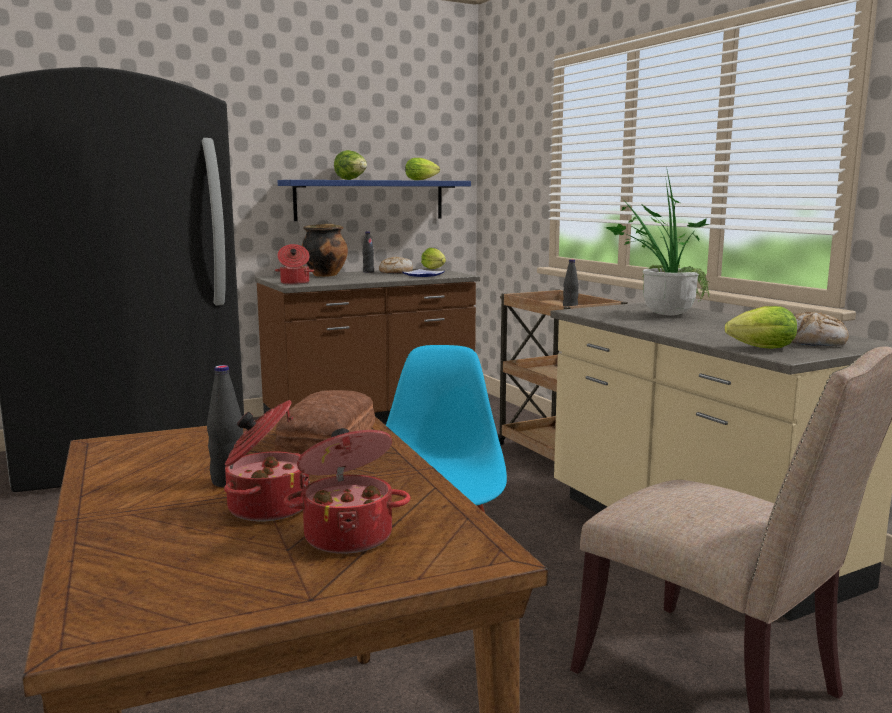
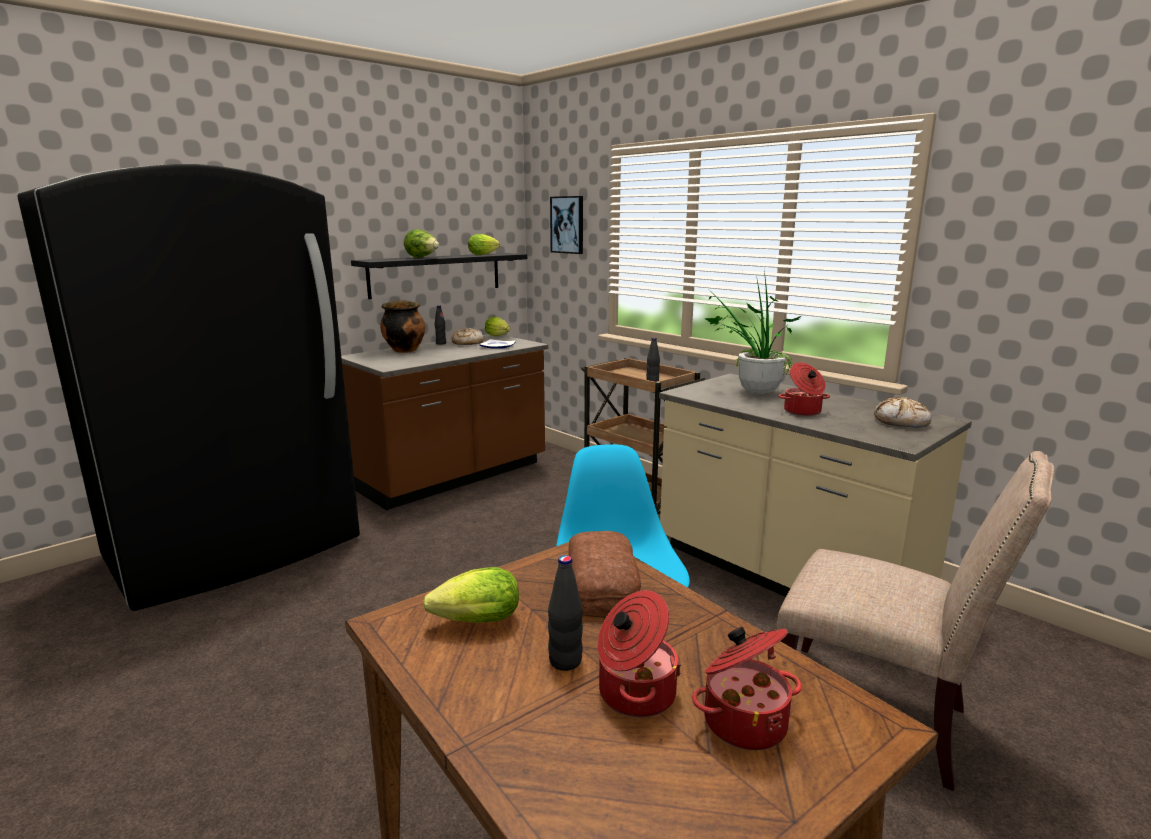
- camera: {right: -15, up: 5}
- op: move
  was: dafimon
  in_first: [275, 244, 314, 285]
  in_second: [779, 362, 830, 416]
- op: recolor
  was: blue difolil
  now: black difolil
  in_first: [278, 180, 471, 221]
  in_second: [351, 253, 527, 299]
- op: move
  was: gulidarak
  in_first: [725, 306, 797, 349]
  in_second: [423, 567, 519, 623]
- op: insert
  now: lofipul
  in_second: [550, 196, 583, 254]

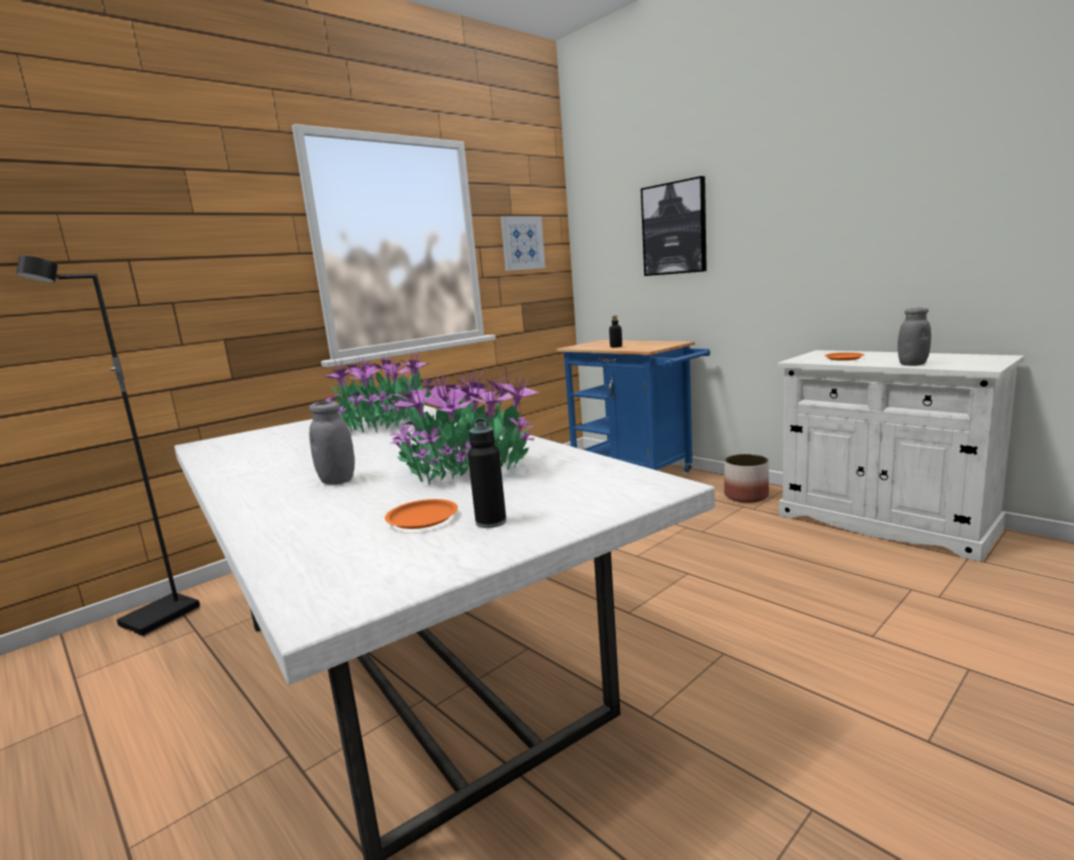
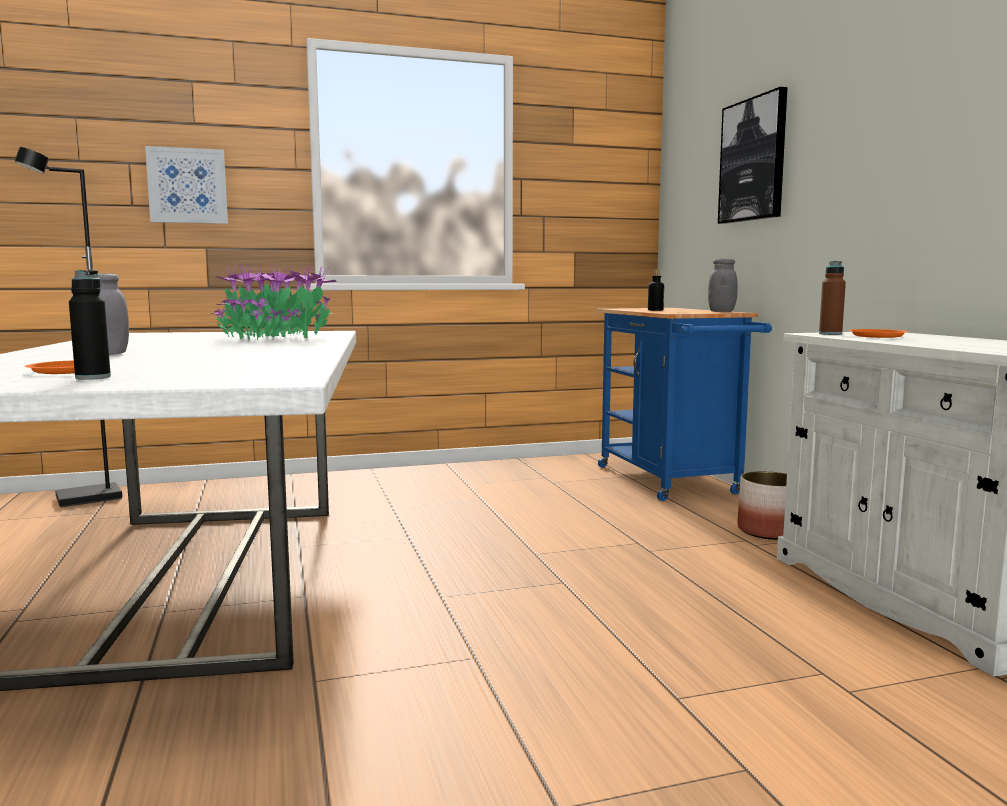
- camera: {right: 25, up: -5}
- op: delete
  was: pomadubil
  in_first: [390, 370, 539, 484]
- op: move
  was: lofipul
  in_first: [500, 216, 545, 271]
  in_second: [145, 146, 228, 224]
- op: move
  was: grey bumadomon
  in_first: [898, 308, 931, 366]
  in_second: [708, 259, 738, 312]
- op: insert
  now: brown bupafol
  in_second: [819, 261, 846, 335]

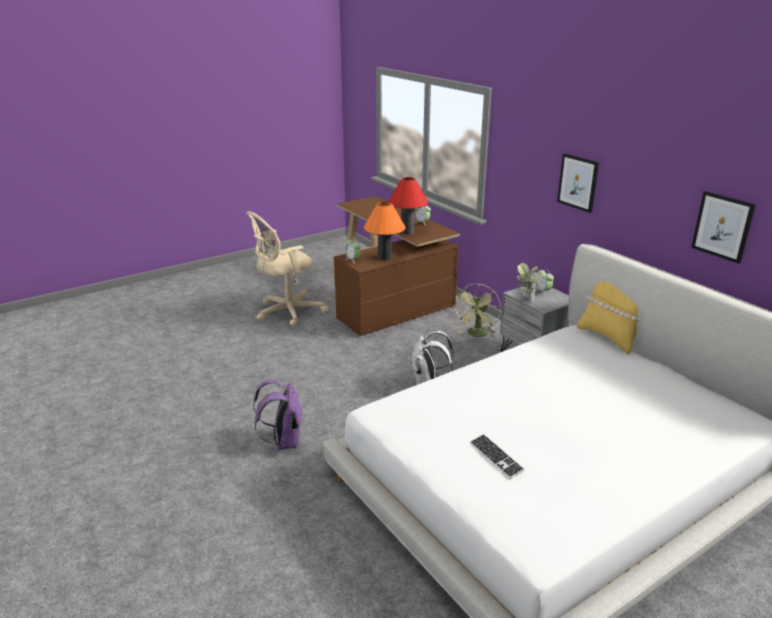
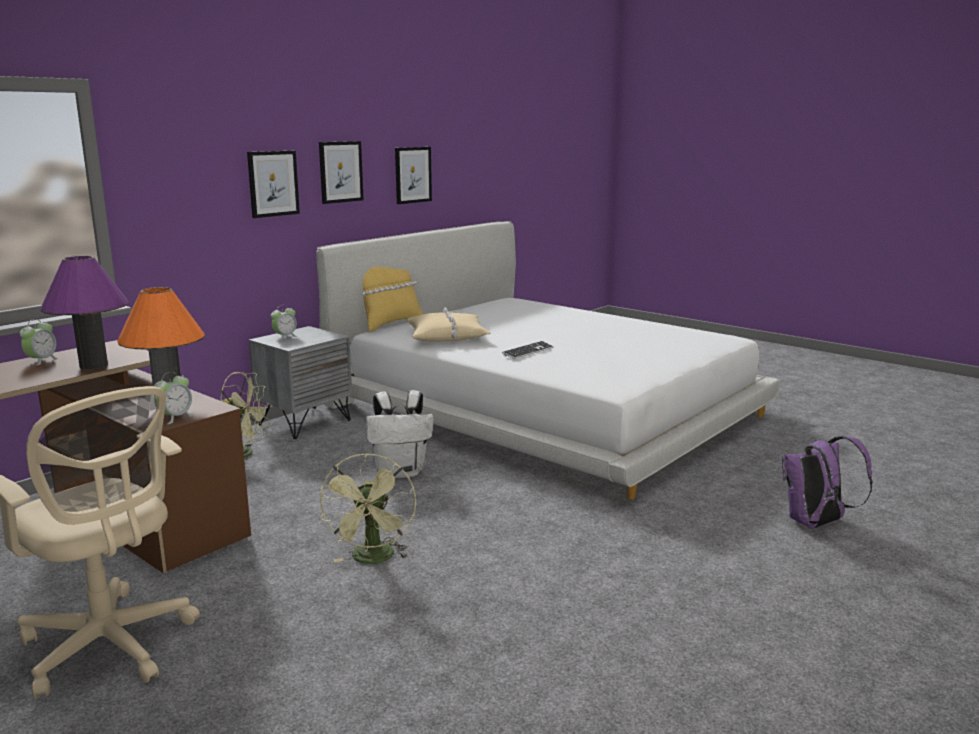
- camera: {right: -105, up: -10}
- op: move
  was: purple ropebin
  in_first: [253, 380, 303, 450]
  in_second: [782, 435, 873, 529]
- op: recolor
  was: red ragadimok
  now: purple ragadimok
  in_first: [388, 177, 428, 234]
  in_second: [40, 256, 129, 369]
- op: move
  was: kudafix
  in_first: [470, 434, 525, 479]
  in_second: [502, 341, 554, 359]
- op: delete
  was: pomadubil
  in_first: [517, 263, 541, 301]
- op: insert
  now: lofipul
  in_second: [319, 141, 364, 204]
- op: insert
  now: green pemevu
  in_second: [319, 453, 416, 564]
- op: insert
  now: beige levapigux
  in_second: [406, 307, 491, 342]

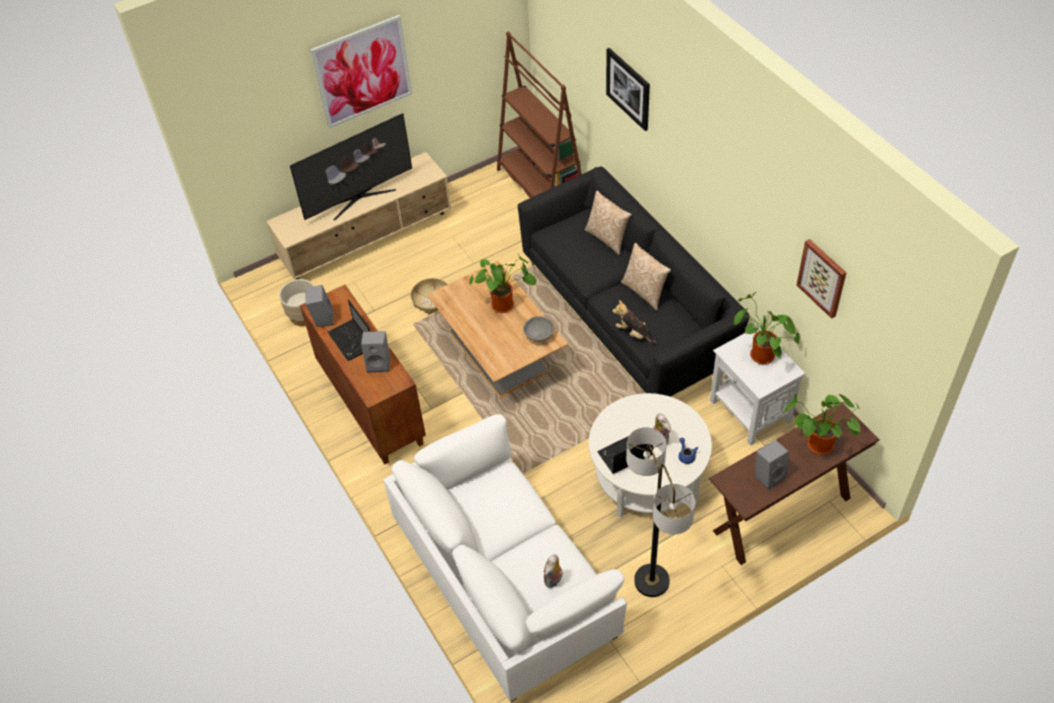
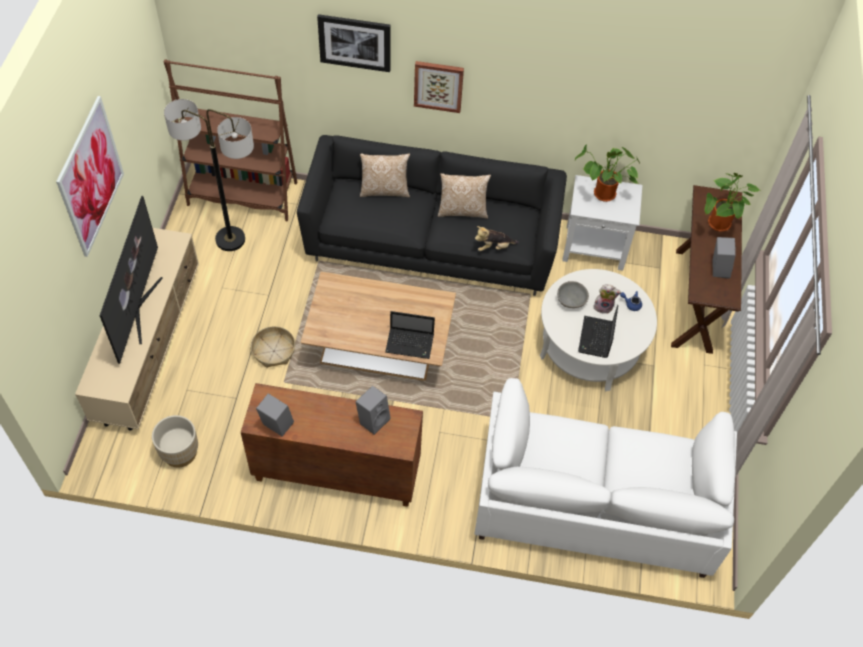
- camera: {right: -55, up: 5}
- op: move
  was: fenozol
  in_first: [328, 300, 370, 361]
  in_second: [385, 311, 435, 359]
- op: delete
  was: pomadubil
  in_first: [469, 254, 536, 313]
- op: move
  was: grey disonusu
  in_first: [523, 316, 554, 342]
  in_second: [557, 281, 589, 308]
- op: delete
  was: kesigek
  in_first: [544, 554, 563, 588]
- op: move
  was: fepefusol
  in_first: [626, 427, 695, 597]
  in_second: [164, 99, 254, 251]
- op: move
  was: lofipul
  in_first: [797, 239, 846, 319]
  in_second: [414, 61, 464, 113]

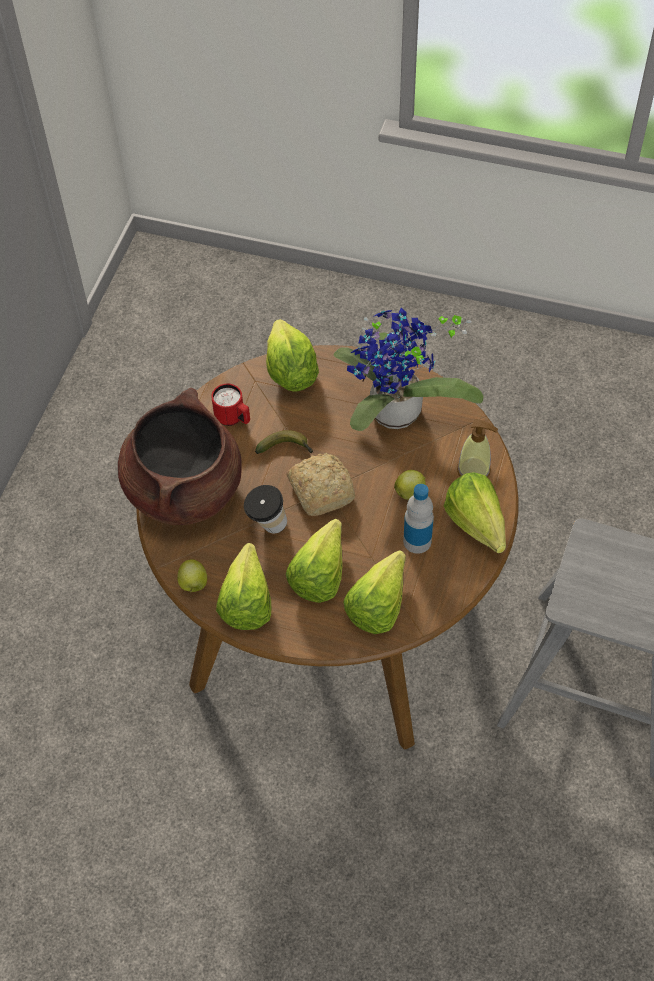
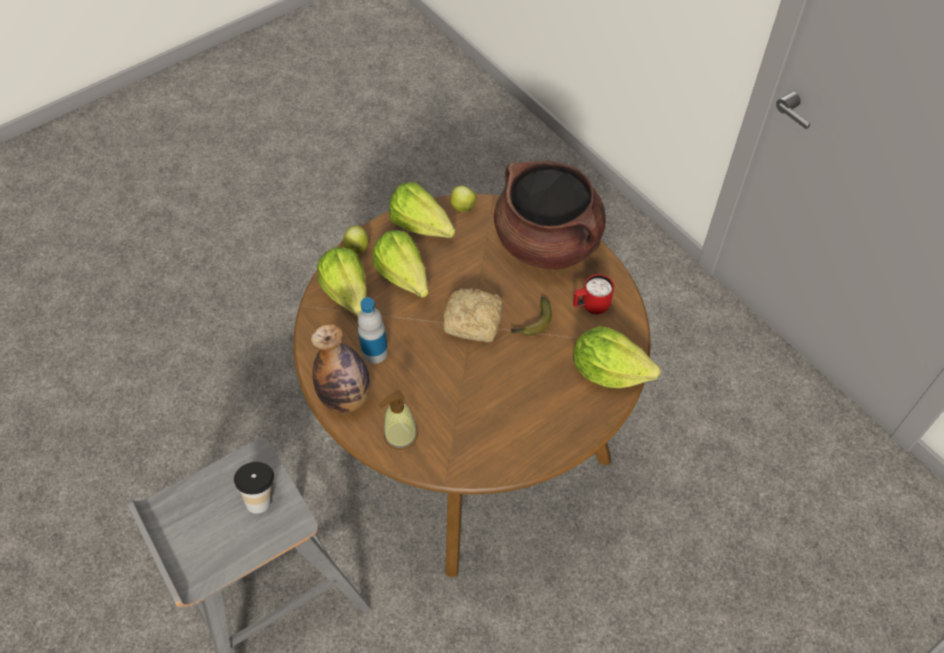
- camera: {right: 125, up: 0}
- op: move
  was: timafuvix
  in_first: [244, 485, 287, 534]
  in_second: [234, 462, 274, 514]
- op: delete
  was: pomadubil
  in_first: [334, 308, 484, 431]
- op: move
  was: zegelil
  in_first: [394, 470, 426, 499]
  in_second: [343, 226, 369, 253]
- op: replace
  was: gulidarak
  now: bupafol
  in_first: [444, 472, 506, 553]
  in_second: [311, 324, 370, 413]

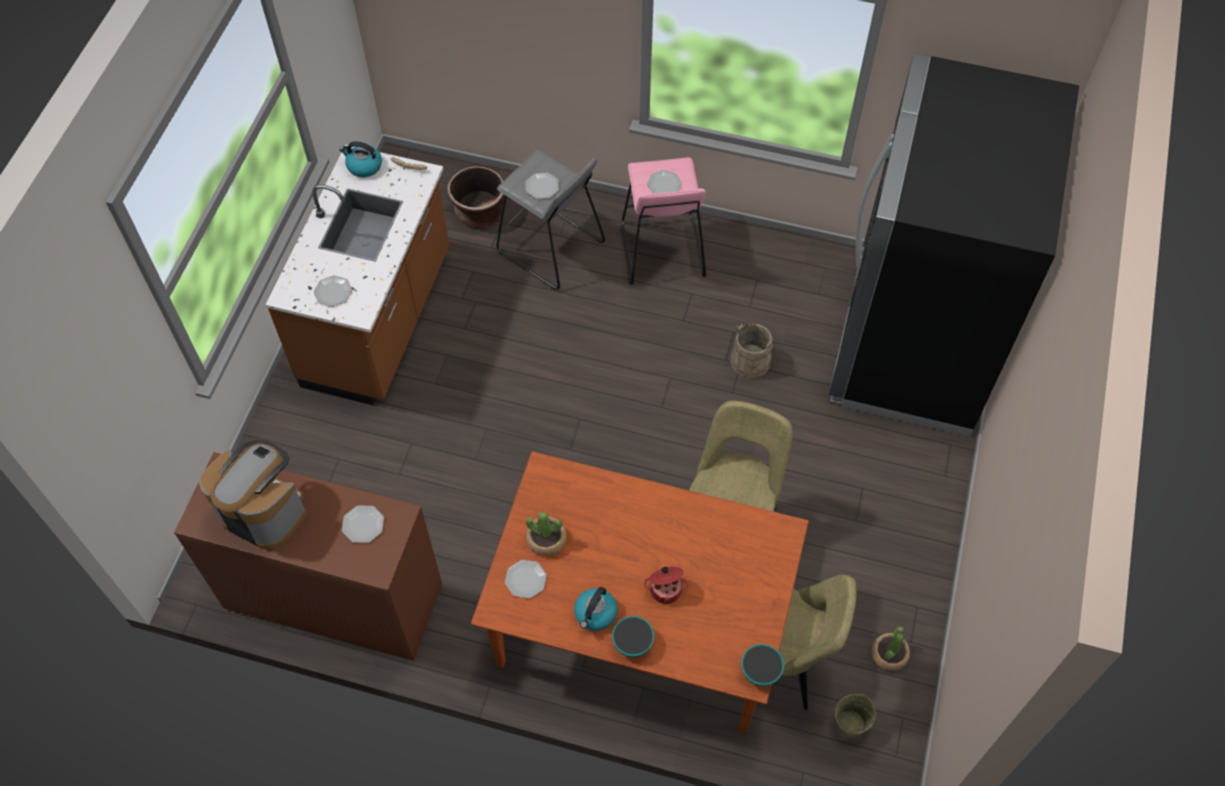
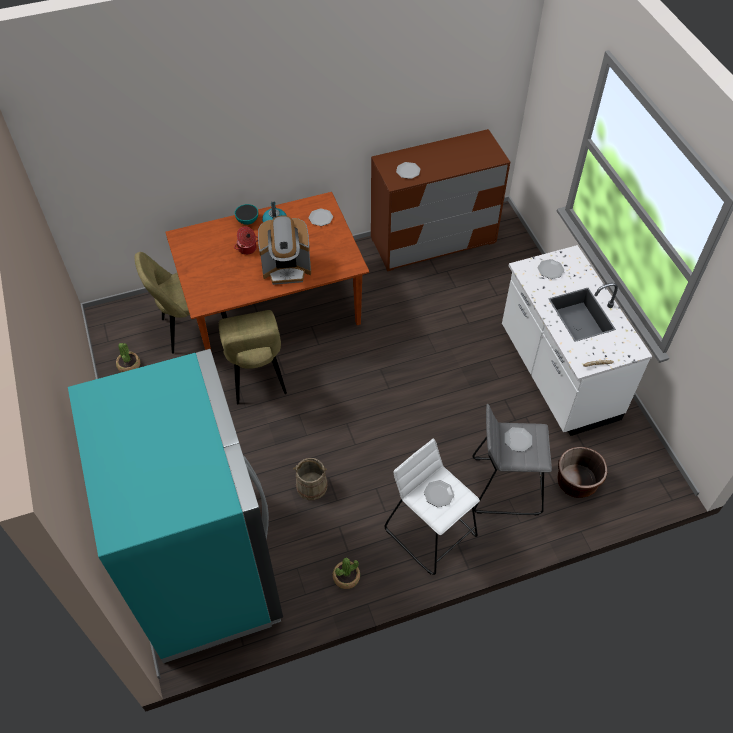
- camera: {right: 145, up: -5}
- op: move
  was: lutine
  in_first: [199, 440, 307, 549]
  in_second: [258, 216, 311, 285]
- op: recolor
  was: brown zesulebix
  now: white zesulebix
  in_first: [265, 145, 450, 405]
  in_second: [502, 245, 652, 436]
- op: delete
  was: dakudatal
  in_first: [339, 141, 382, 177]
- op: move
  was: pomadubil
  in_first: [526, 512, 566, 556]
  in_second: [332, 558, 360, 589]
- op: recolor
  was: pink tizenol
  now: white tizenol
  in_first: [621, 157, 706, 285]
  in_second: [384, 439, 480, 575]
- op: delete
  was: disonusu
  in_first: [742, 644, 784, 686]
- op: recolor
  was: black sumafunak
  now: turquoise sumafunak
  in_first: [829, 53, 1079, 437]
  in_second: [68, 349, 283, 663]
- op: delete
  was: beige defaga
  in_first: [835, 694, 876, 737]

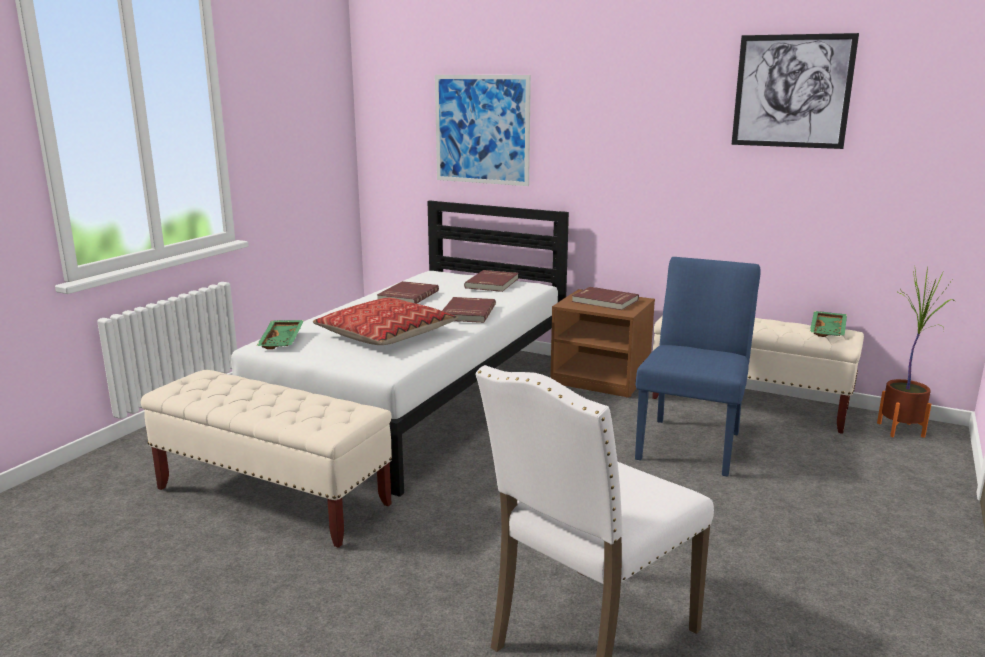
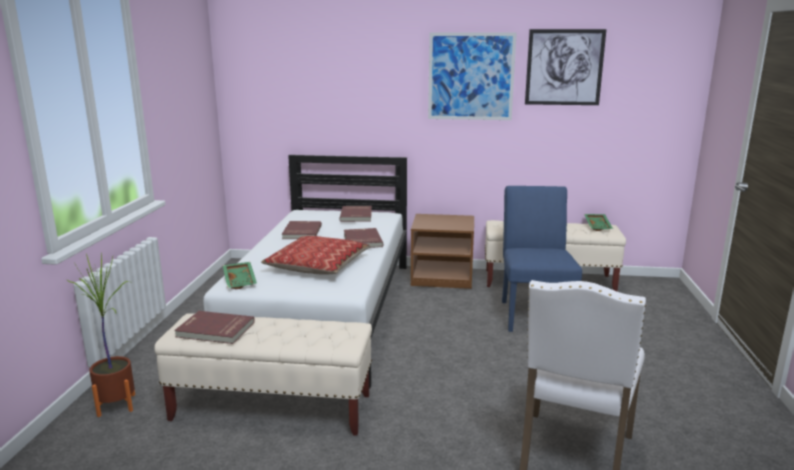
- camera: {right: -20, up: 0}
- op: move
  was: lofipul
  in_first: [435, 75, 531, 186]
  in_second: [428, 32, 517, 120]
- op: move
  was: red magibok
  in_first: [572, 287, 639, 310]
  in_second: [174, 311, 255, 344]
- op: move
  was: pomadubil
  in_first: [877, 267, 955, 438]
  in_second: [66, 252, 135, 417]

